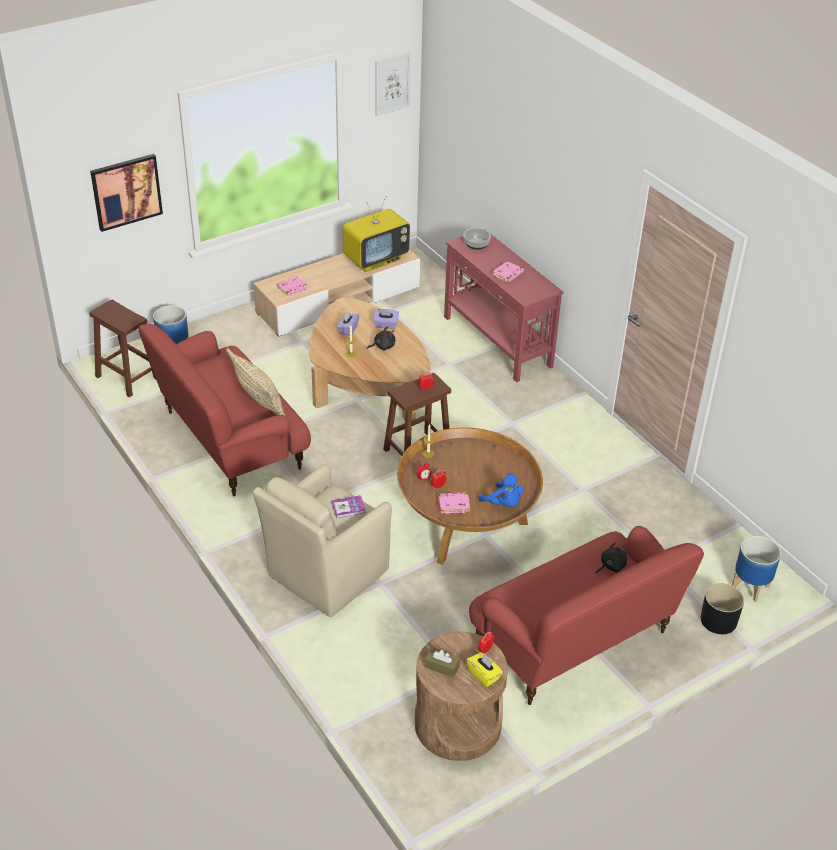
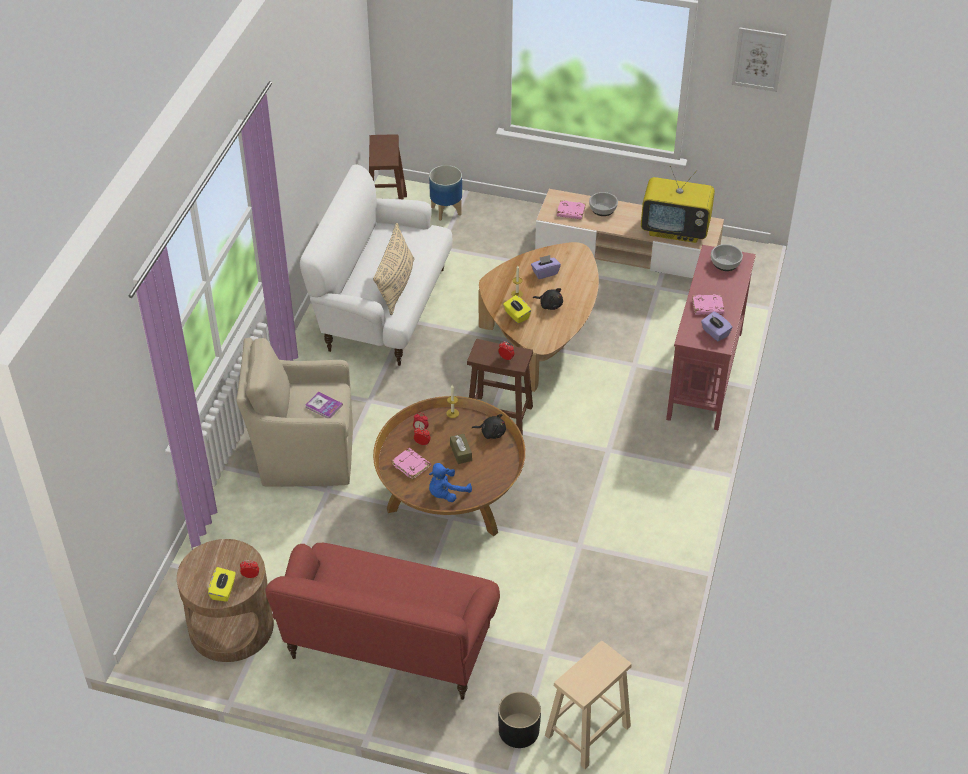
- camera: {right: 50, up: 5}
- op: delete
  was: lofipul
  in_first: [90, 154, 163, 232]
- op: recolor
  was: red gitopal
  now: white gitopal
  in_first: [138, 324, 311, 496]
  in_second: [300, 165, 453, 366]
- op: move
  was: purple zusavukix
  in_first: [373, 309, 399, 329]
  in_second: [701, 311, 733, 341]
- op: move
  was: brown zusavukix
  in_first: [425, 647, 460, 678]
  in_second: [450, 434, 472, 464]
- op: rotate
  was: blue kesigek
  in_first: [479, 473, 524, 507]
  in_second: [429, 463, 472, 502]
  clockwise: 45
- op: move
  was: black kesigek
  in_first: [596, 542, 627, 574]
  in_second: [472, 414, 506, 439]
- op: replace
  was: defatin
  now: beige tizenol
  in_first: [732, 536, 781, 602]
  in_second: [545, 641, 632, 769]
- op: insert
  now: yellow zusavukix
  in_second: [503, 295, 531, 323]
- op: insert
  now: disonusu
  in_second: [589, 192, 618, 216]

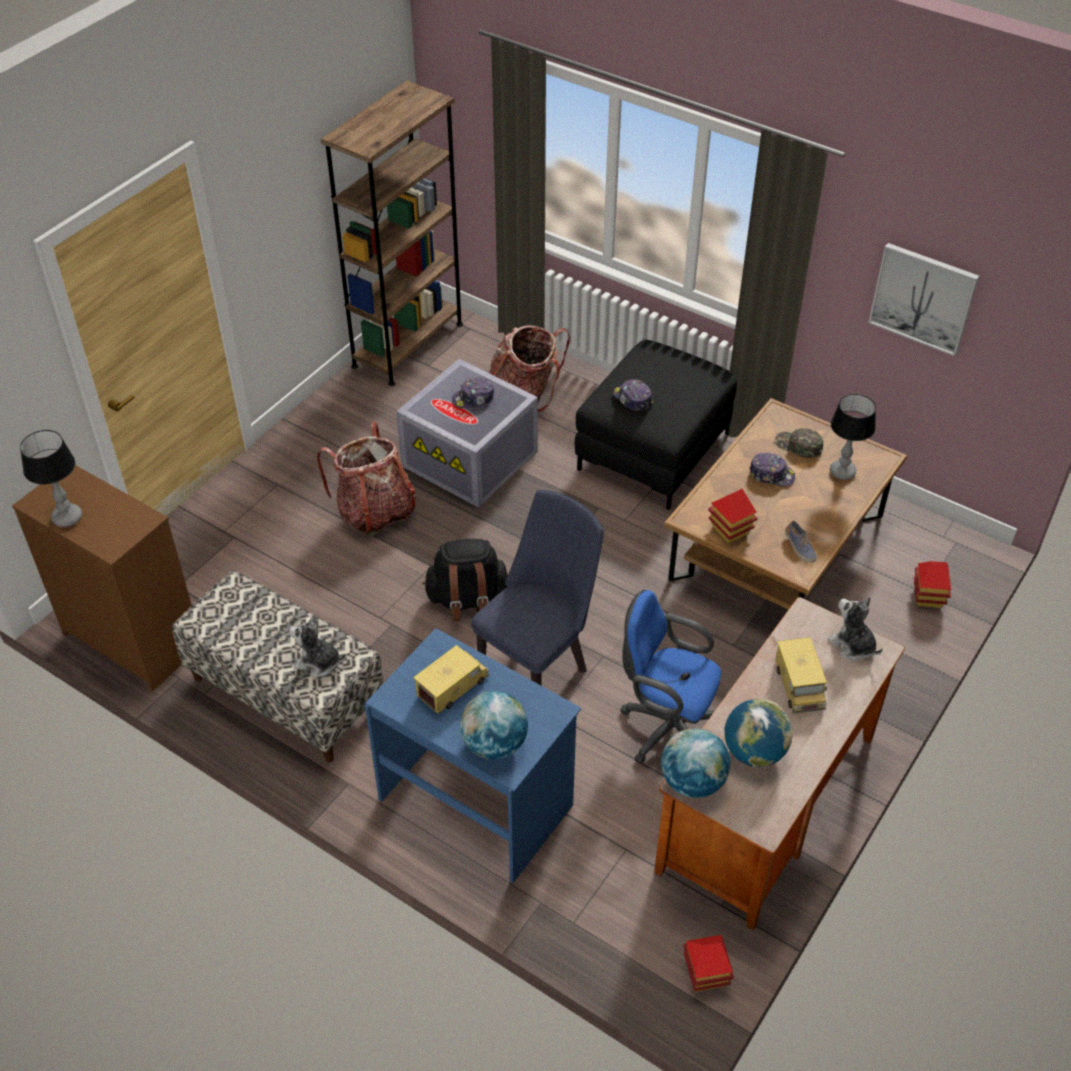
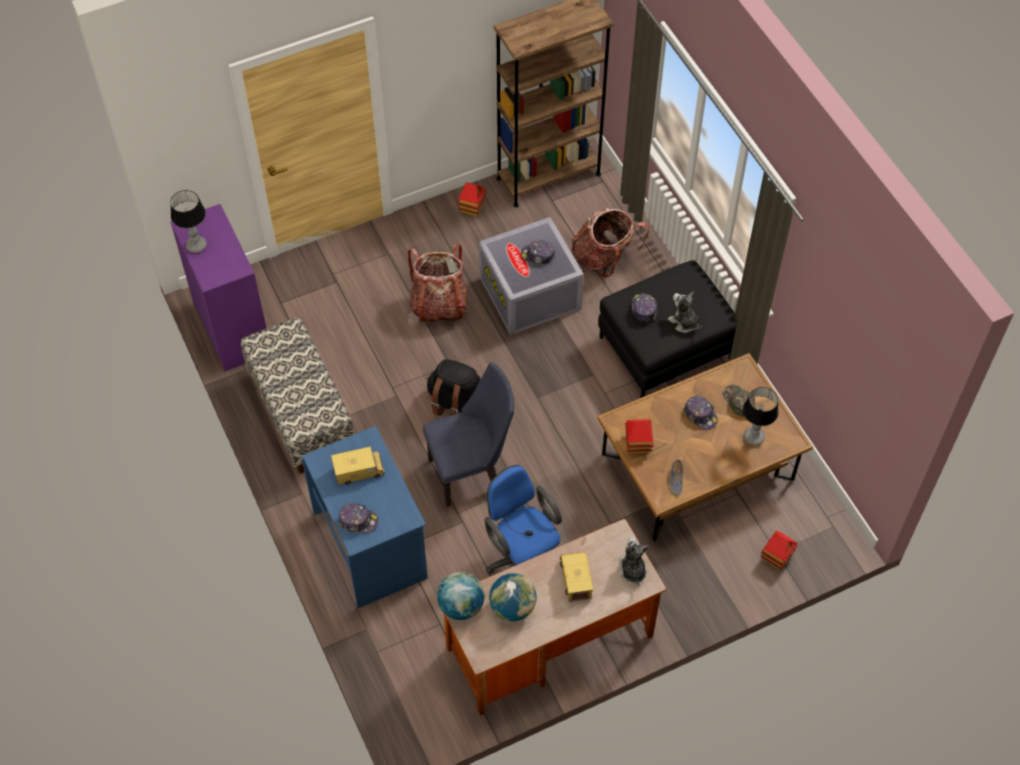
- camera: {right: 30, up: 10}
- op: recolor
  was: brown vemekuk
  now: purple vemekuk
  in_first: [12, 465, 192, 691]
  in_second: [170, 204, 267, 371]
- op: move
  was: kesigek
  in_first: [289, 614, 346, 677]
  in_second: [668, 292, 702, 333]
- op: replace
  was: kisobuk
  now: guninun
  in_first: [460, 691, 528, 760]
  in_second: [339, 503, 378, 533]
- op: move
  was: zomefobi
  in_first: [683, 935, 734, 992]
  in_second: [457, 182, 487, 216]
- op: rotate
  was: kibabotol
  in_first: [775, 637, 827, 714]
  in_second: [560, 552, 593, 602]
  clockwise: 150
- op: delete
  was: lofipul
  in_first: [868, 243, 979, 356]

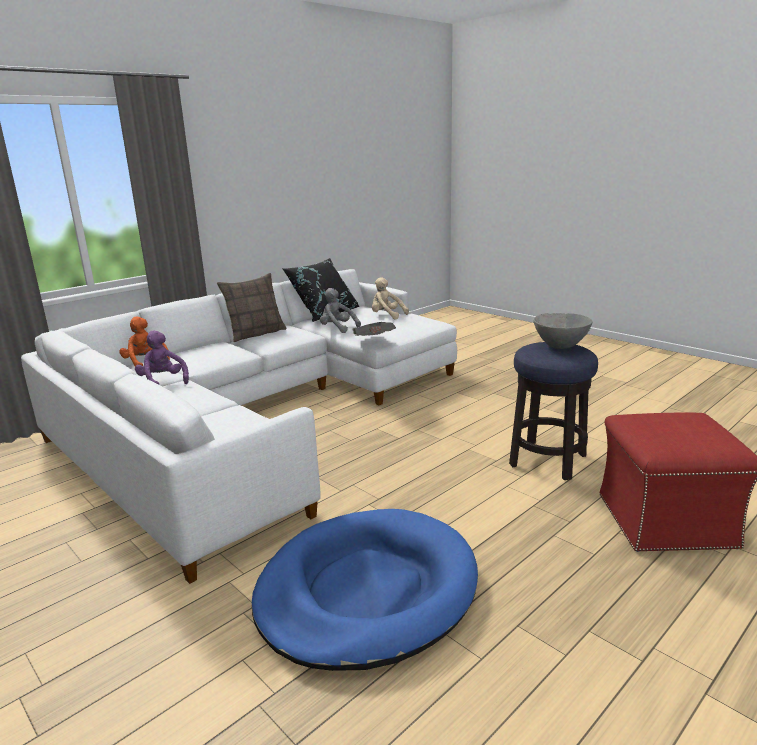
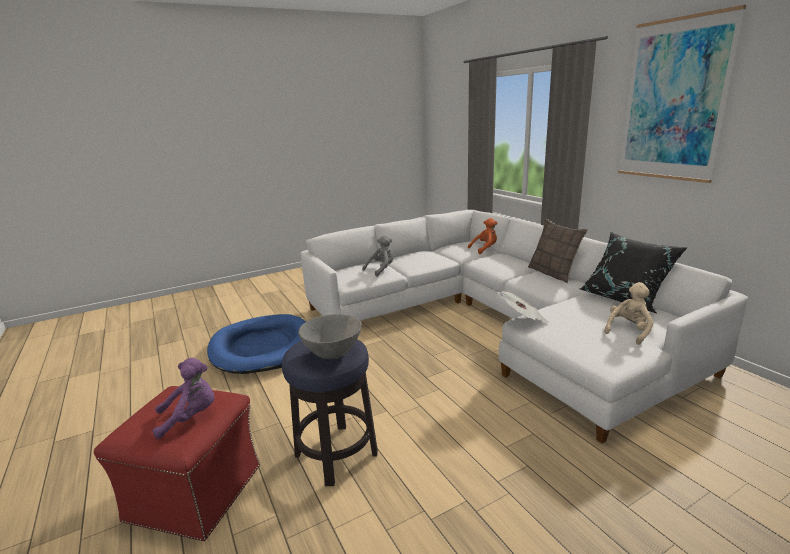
- camera: {right: 105, up: 0}
- op: move
  was: purple kesigek
  in_first: [135, 330, 189, 384]
  in_second: [153, 358, 215, 439]
- op: move
  was: grey kesigek
  in_first: [320, 288, 361, 333]
  in_second: [362, 236, 393, 277]
- op: insert
  now: lofipul
  in_second: [618, 5, 746, 183]

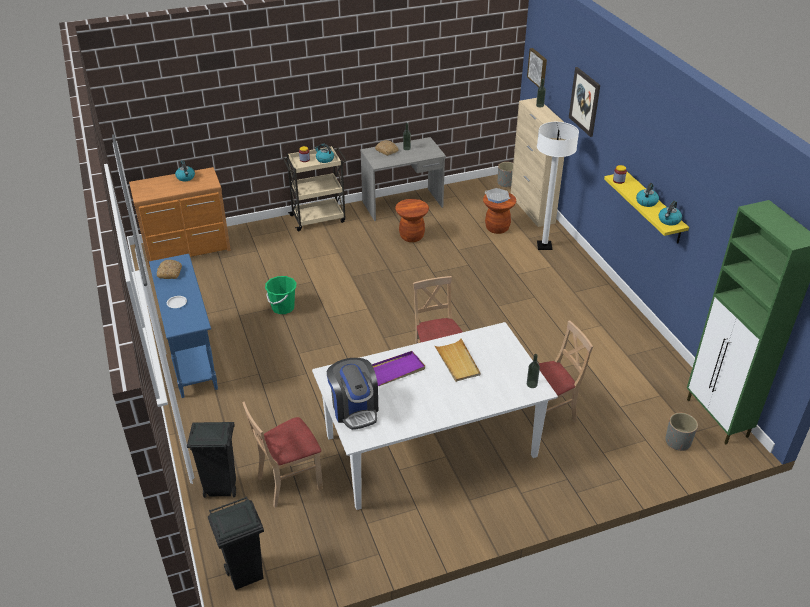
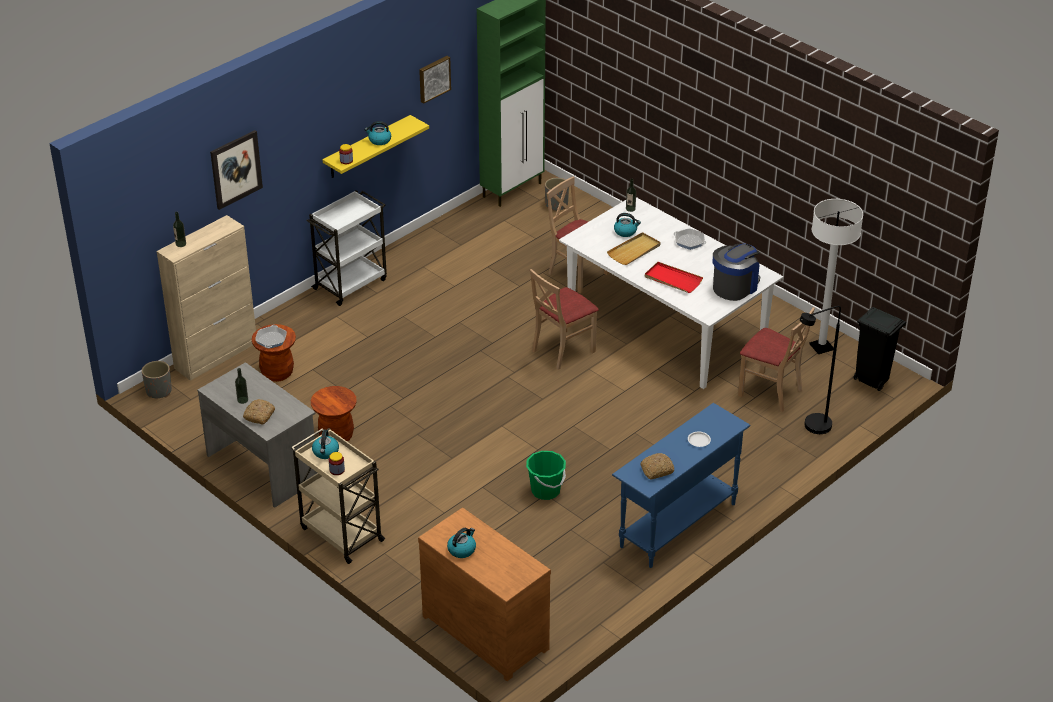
- camera: {right: -115, up: 0}
- op: replace
  was: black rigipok
  now: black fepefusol
  in_first: [187, 422, 236, 498]
  in_second: [800, 306, 841, 434]
- op: recolor
  was: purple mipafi
  now: red mipafi
  in_first: [372, 351, 425, 386]
  in_second: [645, 262, 703, 293]
- op: move
  was: lofipul
  in_first: [527, 48, 547, 87]
  in_second: [419, 56, 451, 104]
- op: move
  was: white fepefusol
  in_first: [537, 122, 579, 250]
  in_second: [809, 199, 863, 354]
- op: move
  was: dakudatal
  in_first: [659, 201, 682, 225]
  in_second: [614, 213, 641, 237]
- op: insert
  now: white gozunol
  in_second: [307, 190, 387, 306]
- op: insert
  now: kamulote
  in_second: [674, 228, 706, 250]

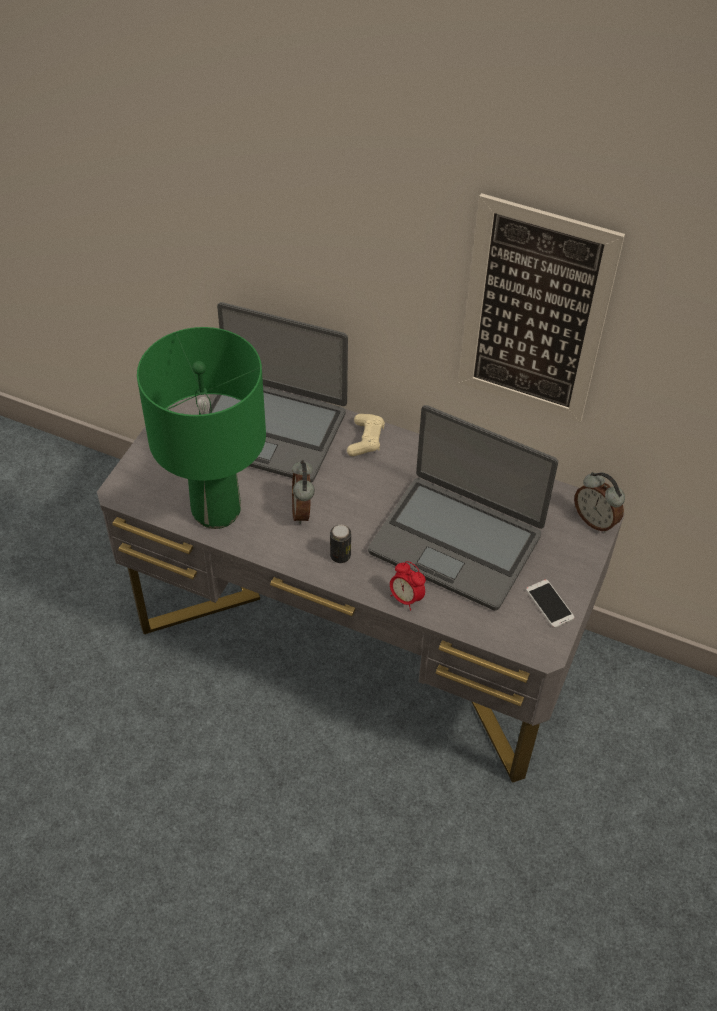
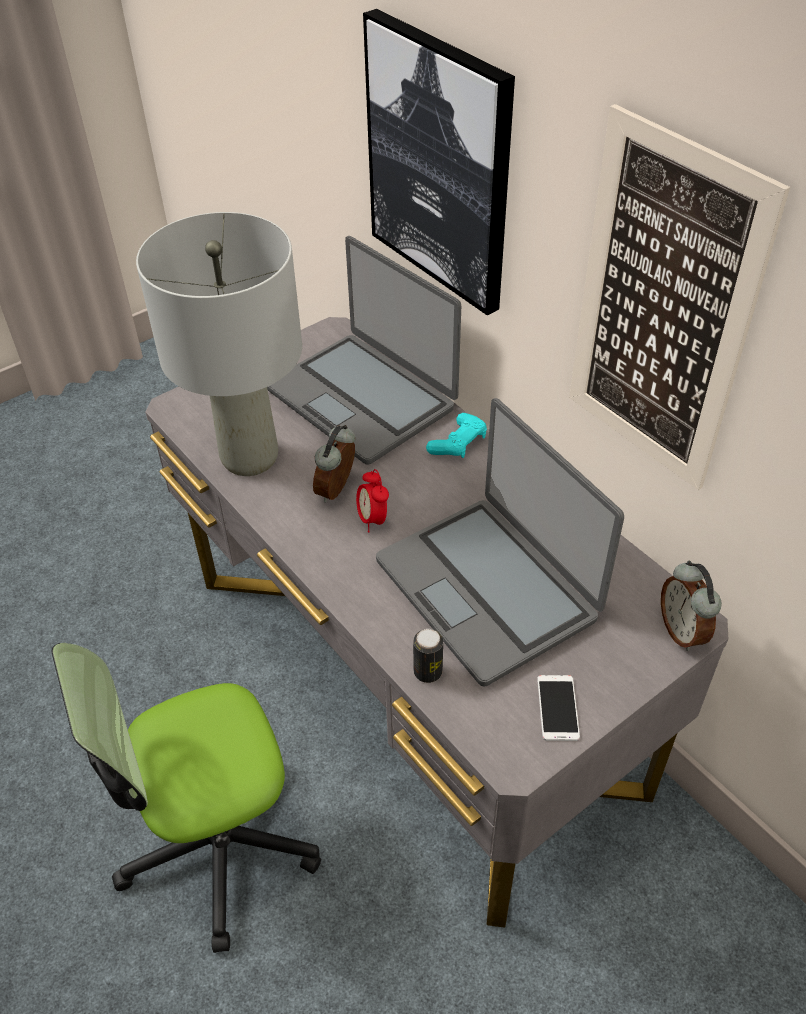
- camera: {right: 30, up: -5}
- op: recolor
  was: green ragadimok
  now: grey ragadimok
  in_first: [137, 327, 266, 529]
  in_second: [136, 212, 302, 476]
- op: move
  was: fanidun
  in_first: [330, 525, 351, 563]
  in_second: [413, 629, 443, 683]
- op: recolor
  was: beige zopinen
  now: turquoise zopinen
  in_first: [347, 414, 385, 456]
  in_second: [426, 413, 487, 458]
- op: move
  was: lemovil
  in_first: [390, 561, 426, 611]
  in_second: [356, 469, 389, 532]
- op: insert
  now: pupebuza
  in_second: [52, 643, 321, 953]
- op: insert
  now: lofipul
  in_second: [363, 9, 515, 315]

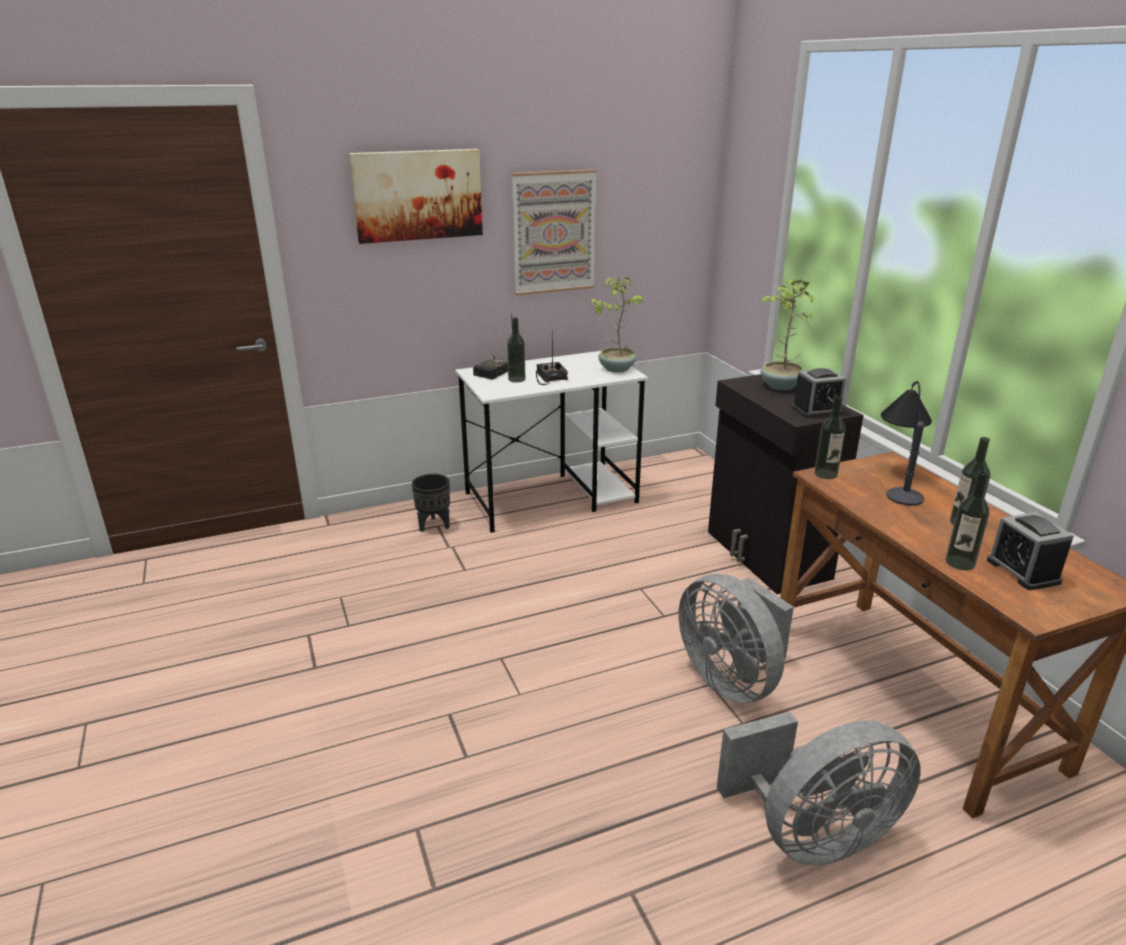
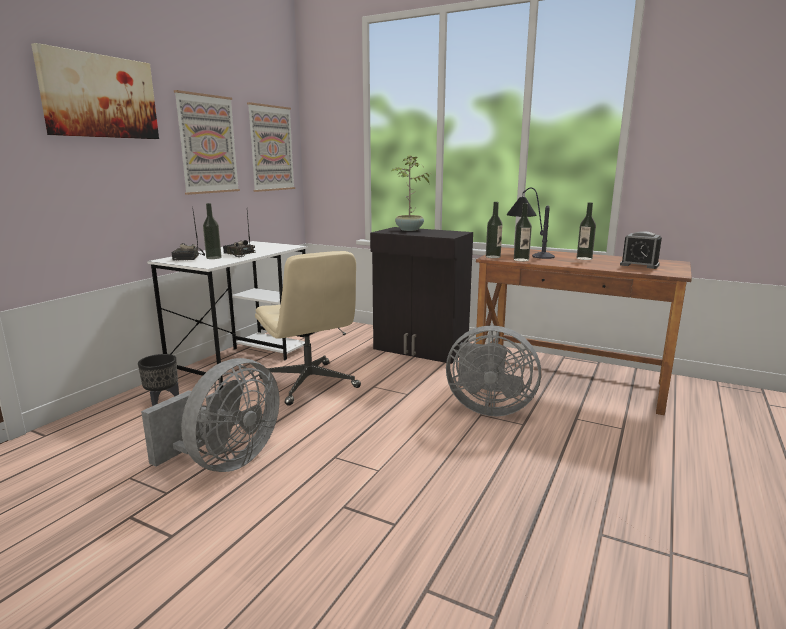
- camera: {right: -40, up: -10}
- op: delete
  was: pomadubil
  in_first: [590, 275, 643, 373]
- op: move
  was: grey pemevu
  in_first: [717, 712, 921, 865]
  in_second: [141, 358, 279, 472]
- op: delete
  was: lemovil
  in_first: [792, 368, 846, 418]
- op: move
  was: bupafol
  in_first: [945, 471, 990, 570]
  in_second: [514, 203, 532, 261]
- op: insert
  now: lofipul
  in_second: [247, 102, 295, 192]
- op: insert
  now: beige pupebuza
  in_second: [255, 251, 361, 406]

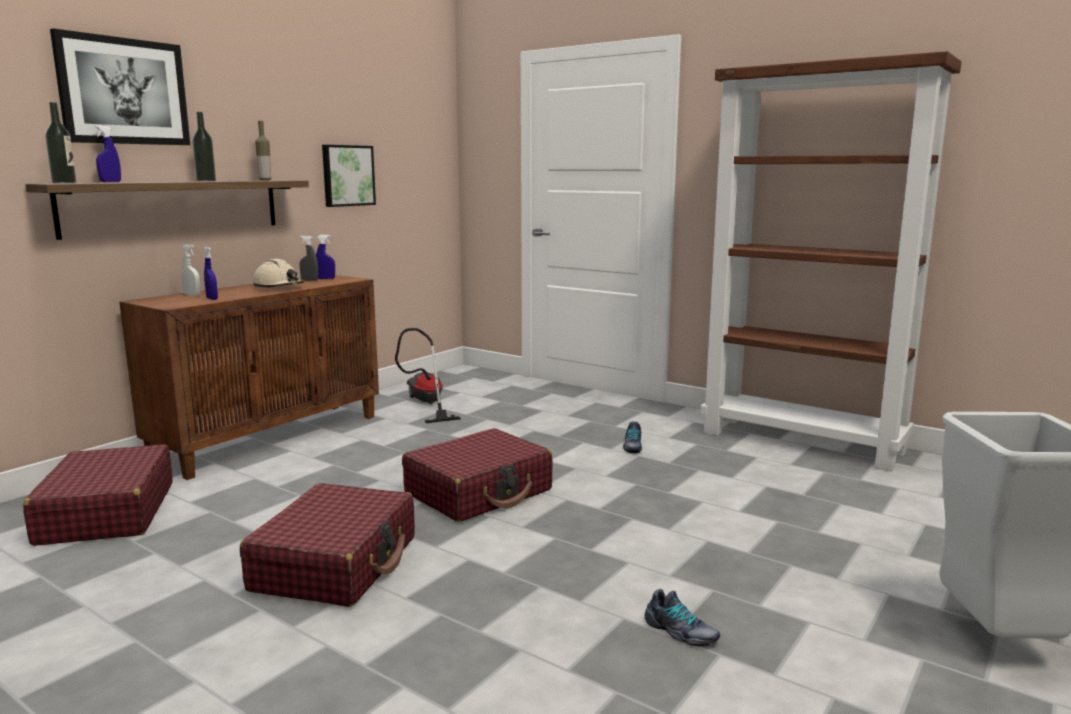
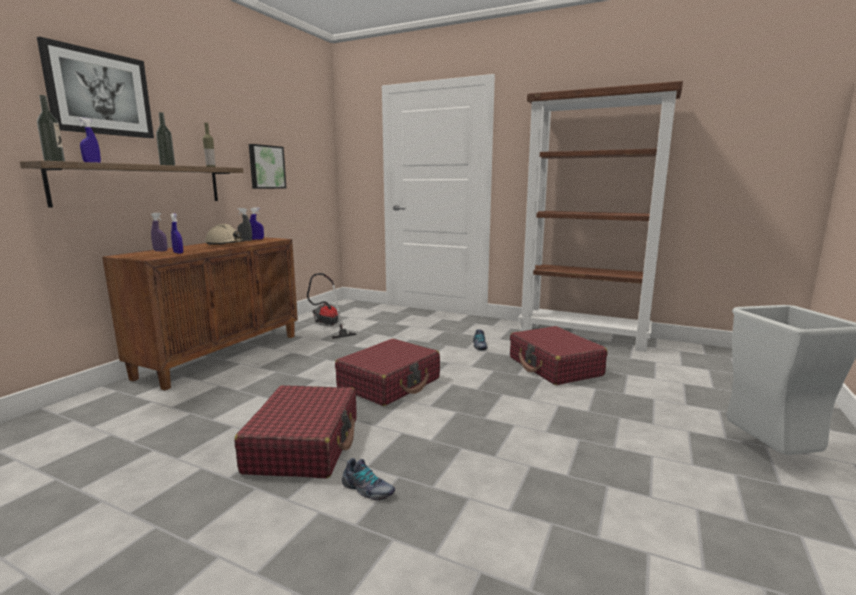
- camera: {right: -10, up: 0}
- op: move
  was: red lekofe
  in_first: [23, 444, 172, 546]
  in_second: [510, 326, 607, 385]
- op: recolor
  was: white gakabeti
  now: purple gakabeti
  in_first: [181, 245, 201, 296]
  in_second: [151, 213, 167, 251]
- op: move
  was: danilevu
  in_first: [645, 589, 720, 647]
  in_second: [342, 458, 395, 500]

